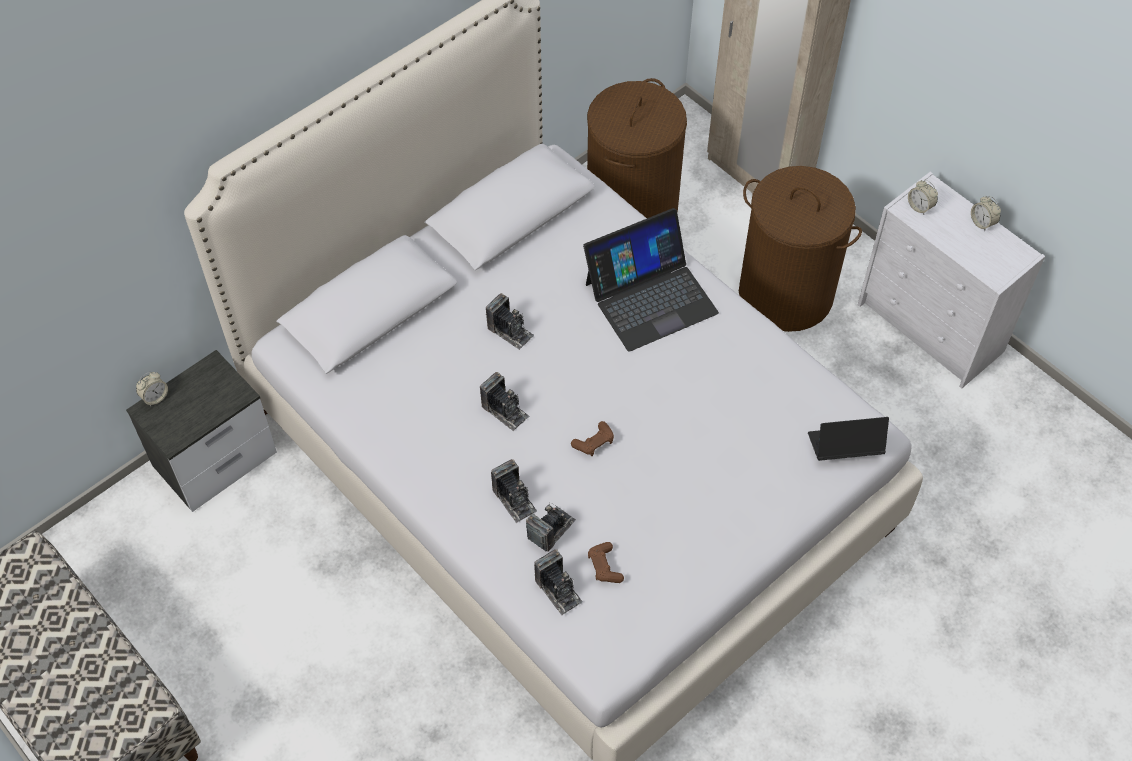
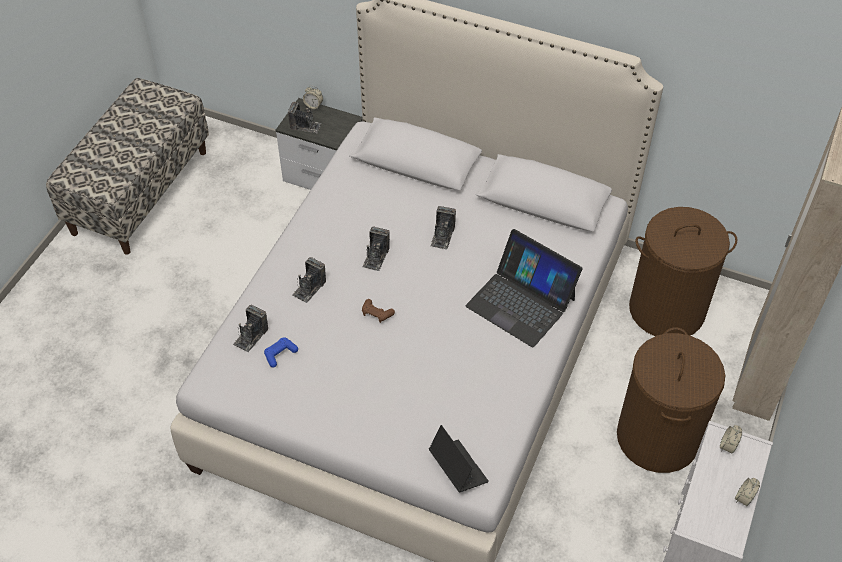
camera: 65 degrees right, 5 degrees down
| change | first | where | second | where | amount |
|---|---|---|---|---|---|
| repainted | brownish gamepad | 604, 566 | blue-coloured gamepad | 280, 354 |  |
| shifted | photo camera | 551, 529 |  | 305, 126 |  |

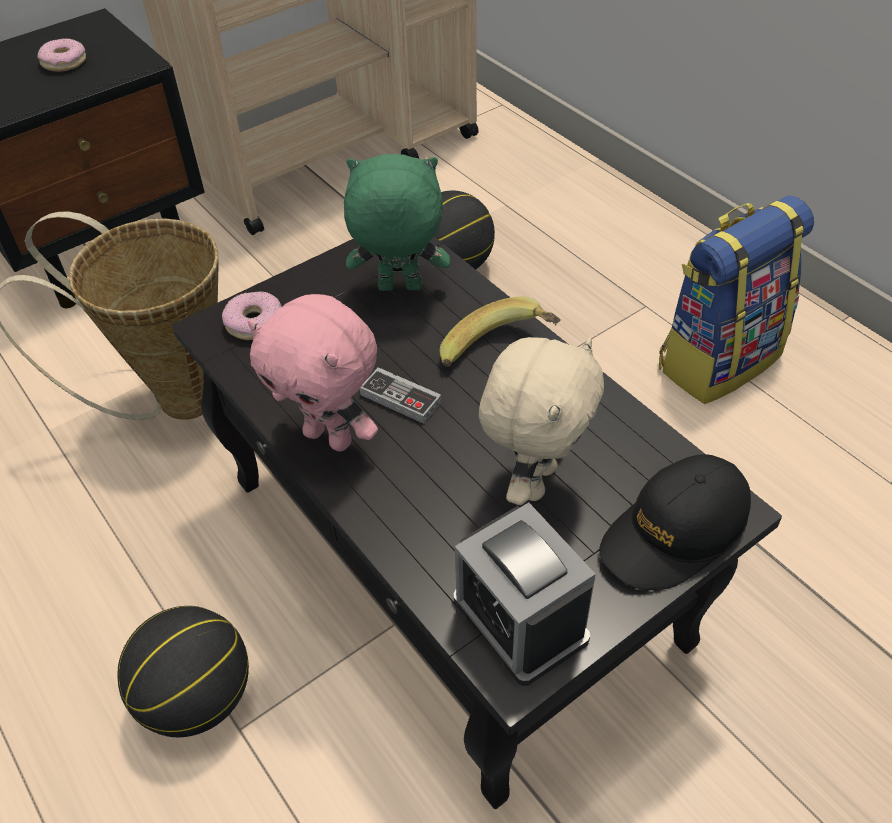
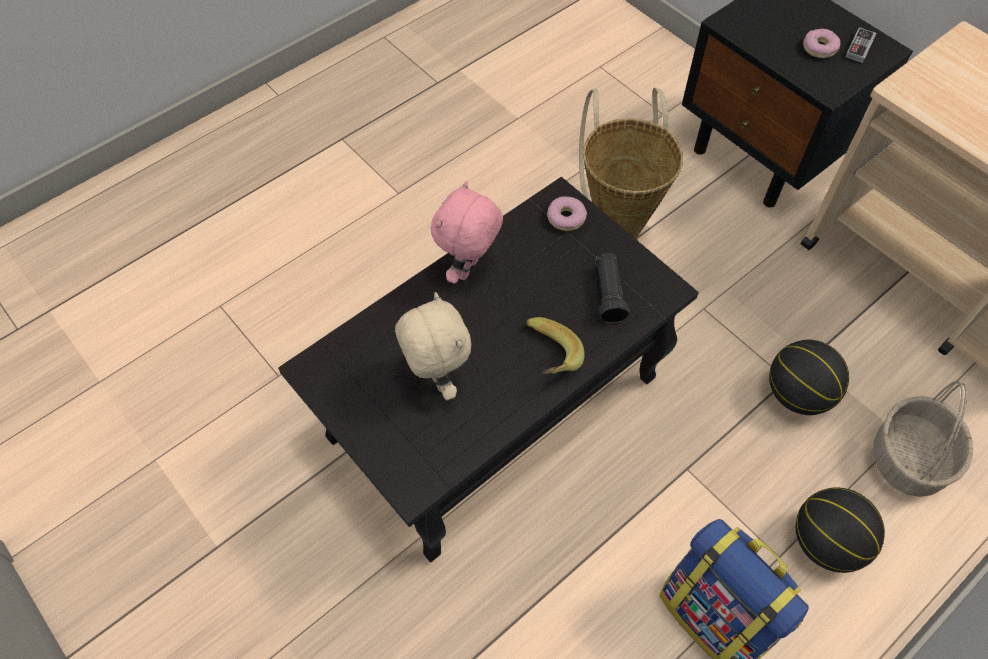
camera: 85 degrees right, 10 degrees up
| change | first | where | second | where | amount |
|---|---|---|---|---|---|
| rotated | beige-coloured cuddly toy | 534, 480 |  | 436, 379 | 135 degrees counterclockwise |
| swapped | green cuddly toy | 399, 289 | blackish hand torch | 608, 294 |  |
| shifted | basketball ball | 197, 697 |  | 826, 542 |  |
| shifted | gamepad | 400, 398 |  | 859, 47 |  |
| new |  |  | household basket | 909, 460 |  |
| gone | alarm clock | 520, 619 |  |  |  |
| gone | blackish peaked cap | 674, 533 |  |  |  |

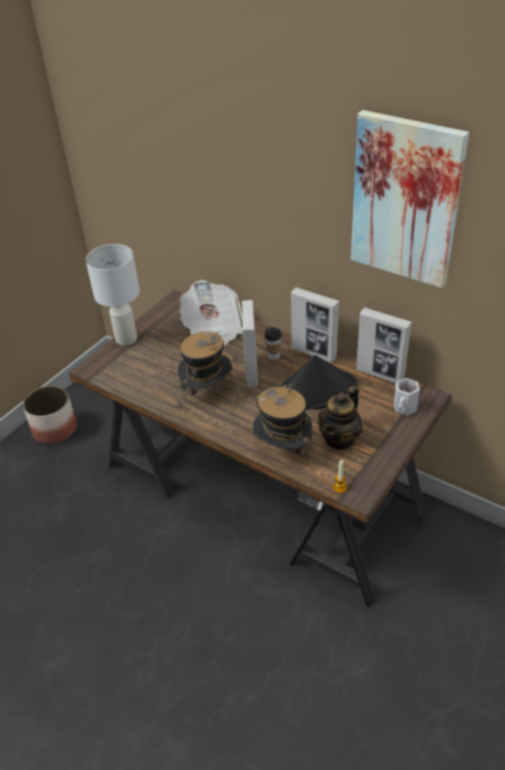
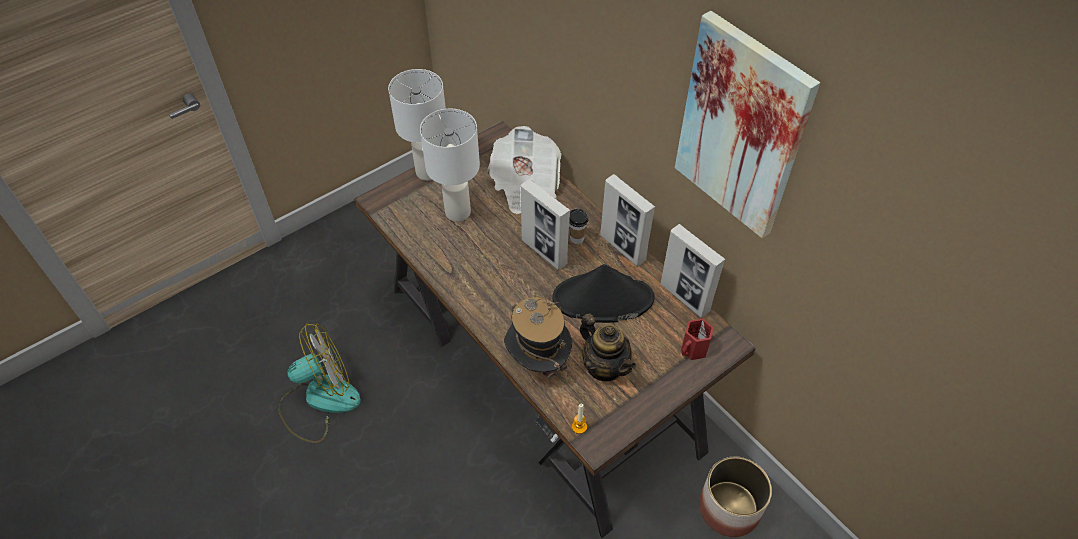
camera: 15 degrees right, 10 degrees up
| change | first | where | second | where | amount |
|---|---|---|---|---|---|
| new |  |  | electric fan | 319, 400 |  |
| new |  |  | white-coloured table lamp | 458, 211 |  |
| rotated | standing frame | 251, 371 |  | 544, 252 | 120 degrees clockwise |
| rotated | pot for tea | 340, 439 |  | 605, 366 | 90 degrees counterclockwise |
| repainted | white-coloured tea mug | 405, 408 | red-coloured tea mug | 694, 349 |  |
| shifted | planter | 55, 429 |  | 729, 508 |  |
| gone | wearable hat | 207, 391 |  |  |  |

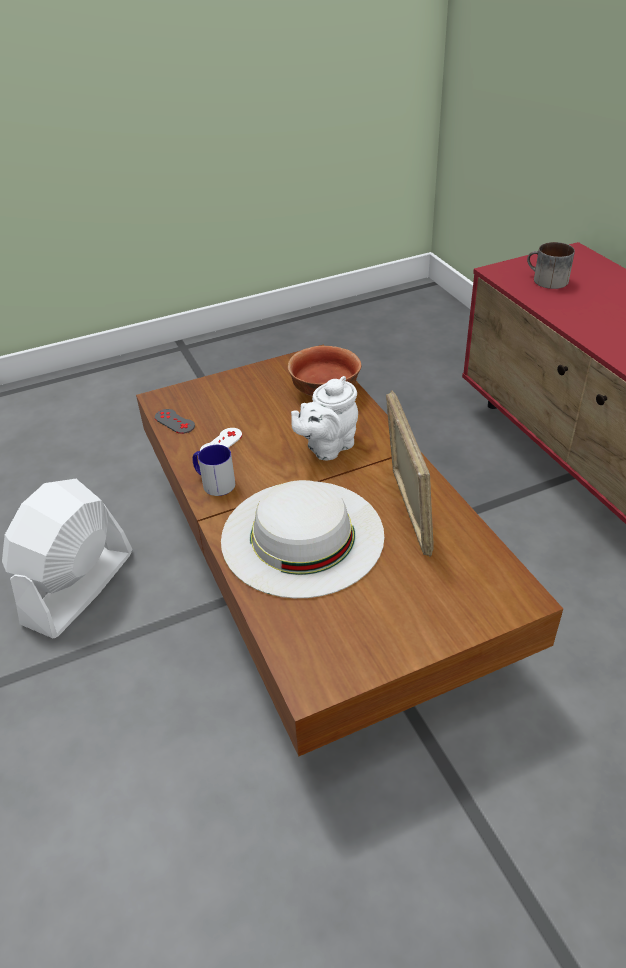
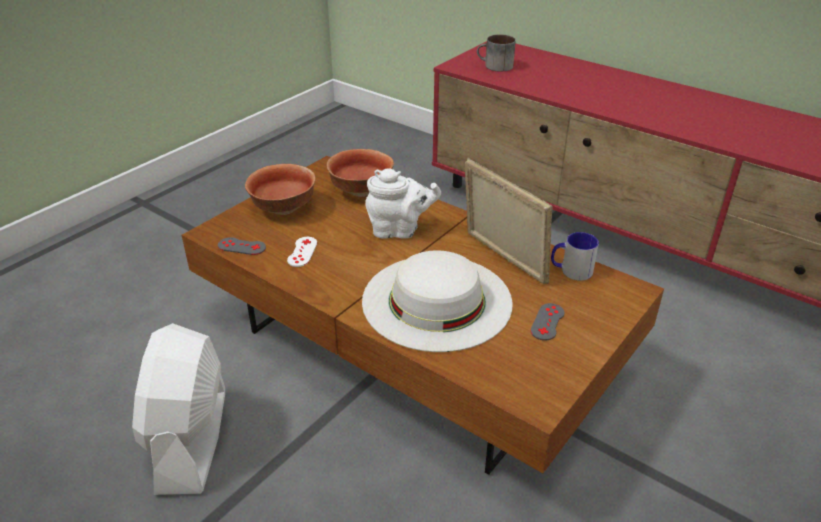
camera: 30 degrees left, 5 degrees down
| change | first | where | second | where | amount |
|---|---|---|---|---|---|
| new |  |  | serving bowl | 284, 209 |  |
| rotated | white-coloured pot for tea | 327, 447 |  | 399, 230 | 105 degrees counterclockwise |
| new |  |  | grey gamepad | 547, 322 |  |
| shifted | tea mug | 214, 483 |  | 571, 271 |  |

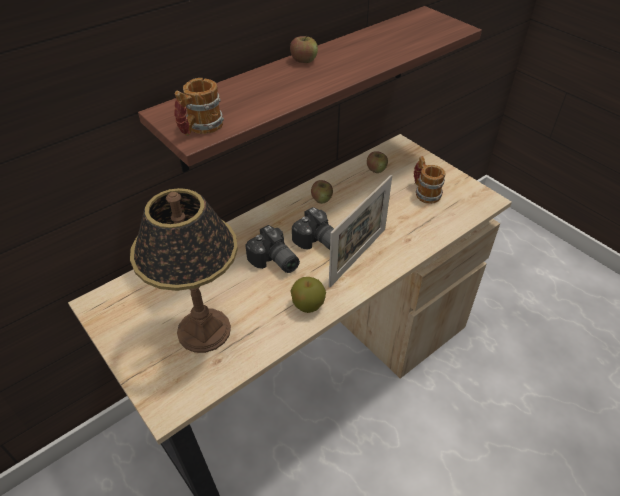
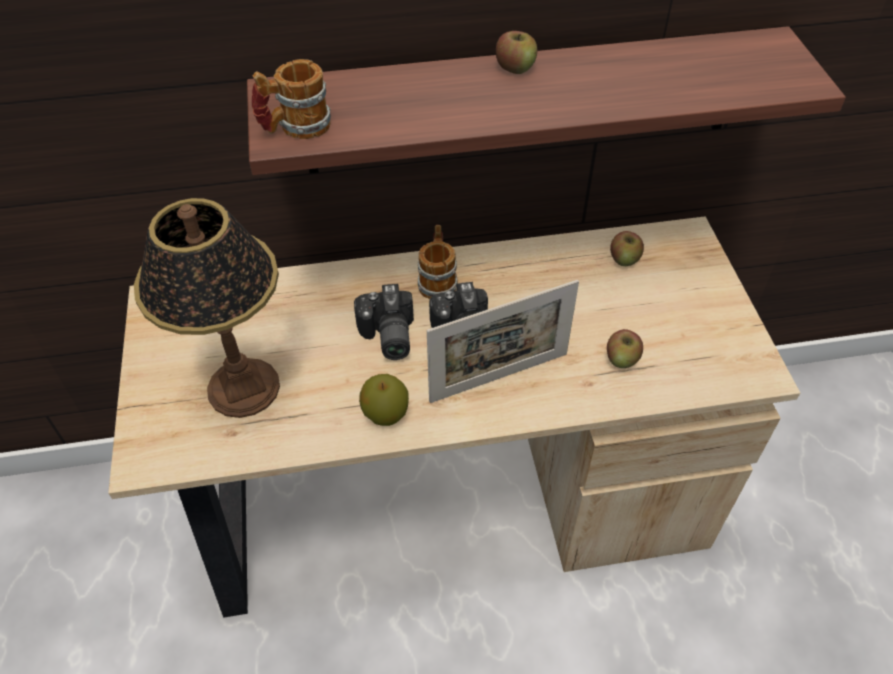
camera: 30 degrees right, 5 degrees up
| change | first | where | second | where | amount |
|---|---|---|---|---|---|
| shifted | tea mug | 424, 192 |  | 437, 280 |  |
| shifted | apple fruit | 321, 199 |  | 622, 359 |  |

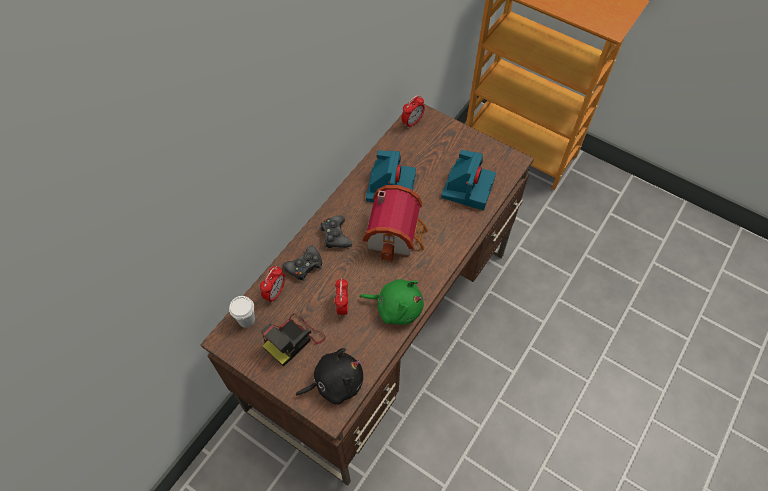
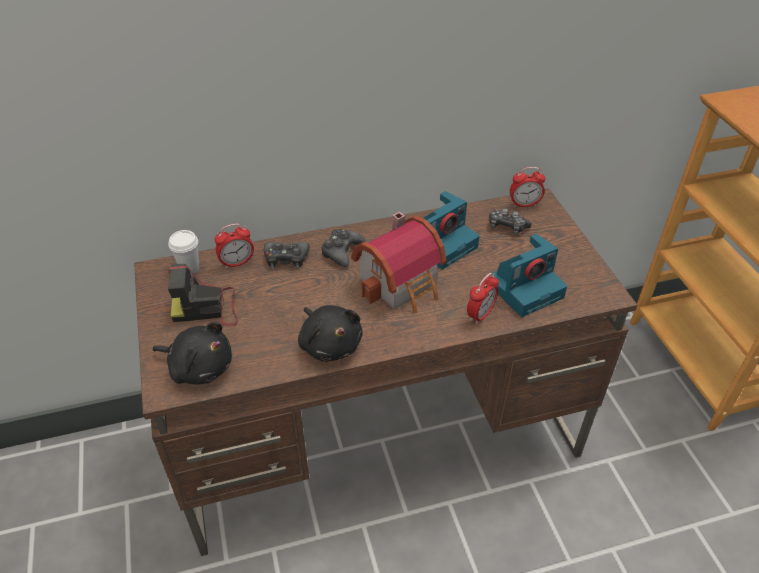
camera: 40 degrees right, 15 degrees down
| change | first | where | second | where | amount |
|---|---|---|---|---|---|
| repainted | green cuddly toy | 396, 307 | blackish cuddly toy | 330, 344 |  |
| shifted | alarm clock | 343, 306 |  | 480, 315 |  |
| new |  |  | gamepad | 507, 227 |  |

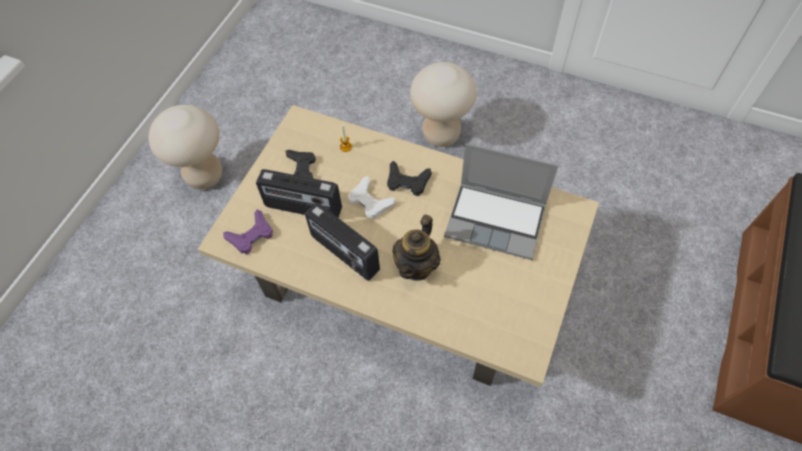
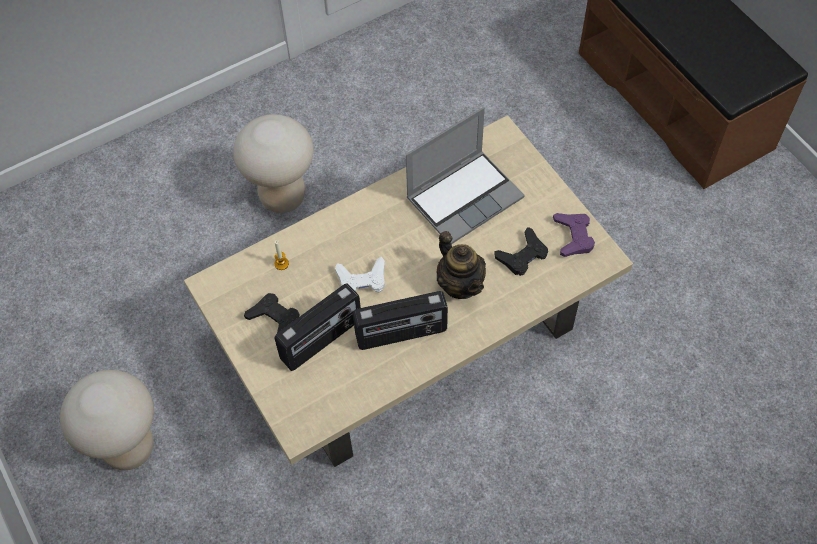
camera: 55 degrees left, 0 degrees up
| change | first | where | second | where | amount |
|---|---|---|---|---|---|
| shifted | blackish gamepad | 407, 181 |  | 522, 255 |  |
| shifted | purplish gamepad | 251, 235 |  | 573, 236 |  |

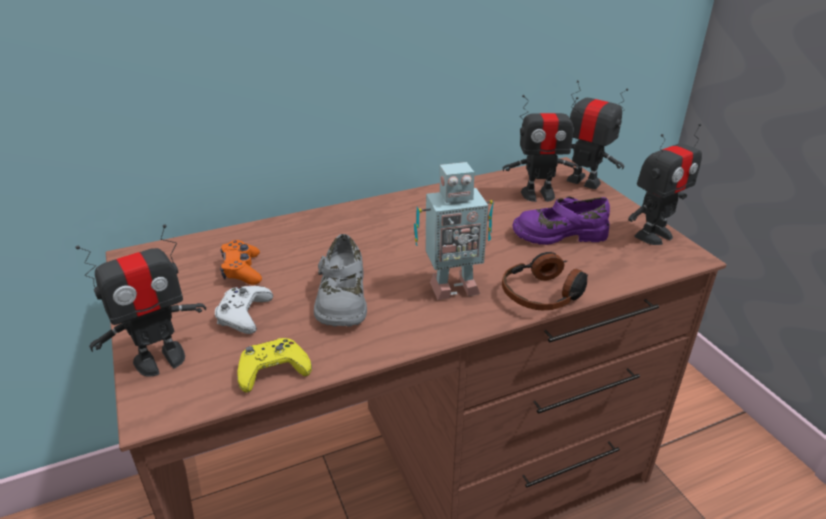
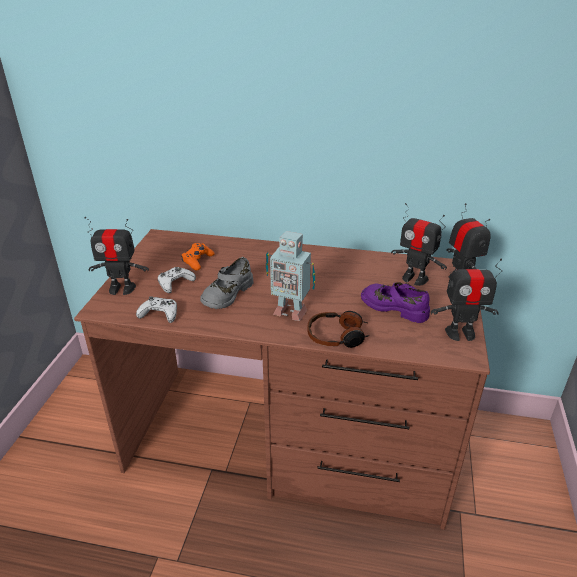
camera: 35 degrees right, 0 degrees up
| change | first | where | second | where | amount |
|---|---|---|---|---|---|
| repainted | yellowish gamepad | 273, 370 | white-coloured gamepad | 159, 314 |  |

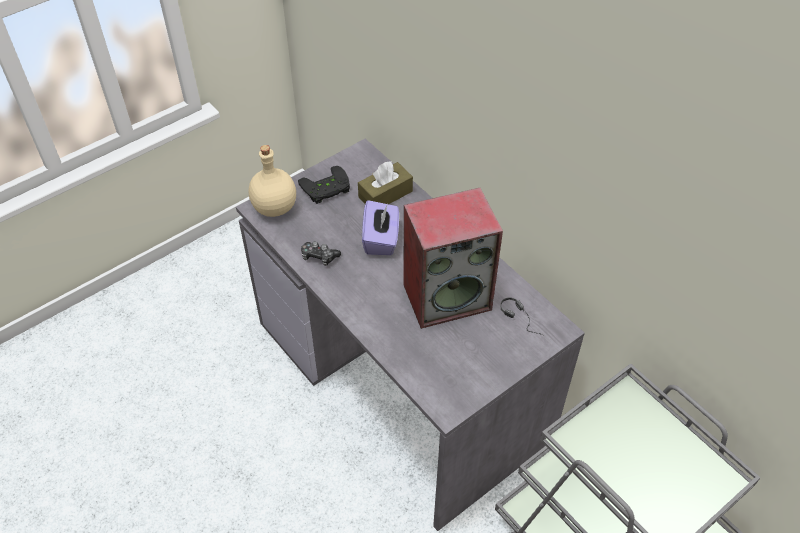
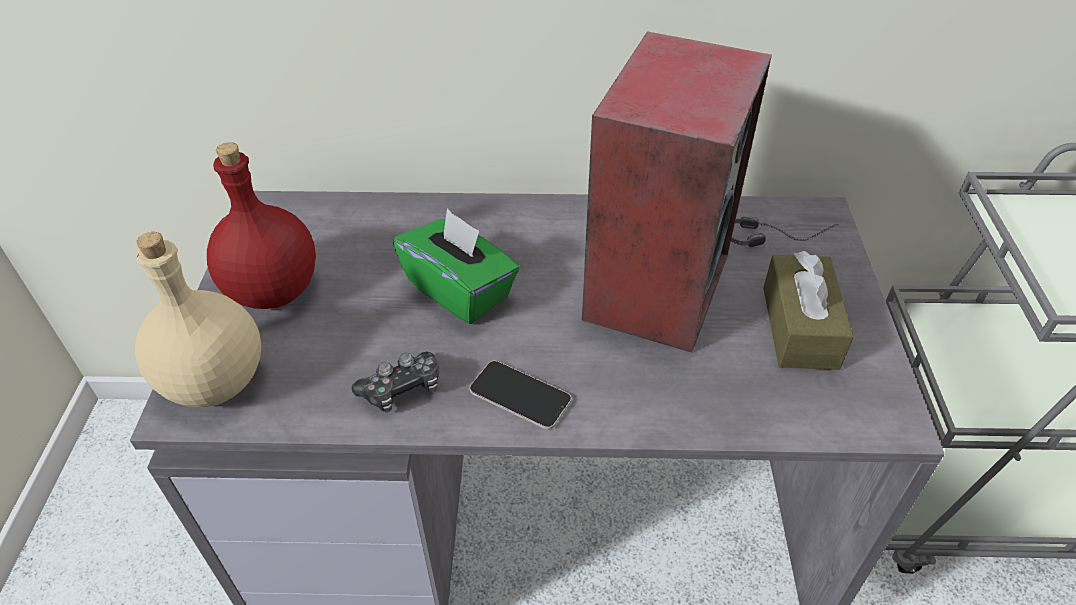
camera: 50 degrees left, 5 degrees down
| change | first | where | second | where | amount |
|---|---|---|---|---|---|
| swapped | blackish gamepad | 326, 189 | red-coloured bottle | 275, 291 |  |
| repainted | purplish box of tissues | 381, 239 | green box of tissues | 460, 290 |  |
| new |  |  | telephone | 520, 395 |  |
| shifted | brownish box of tissues | 385, 194 |  | 799, 327 |  |

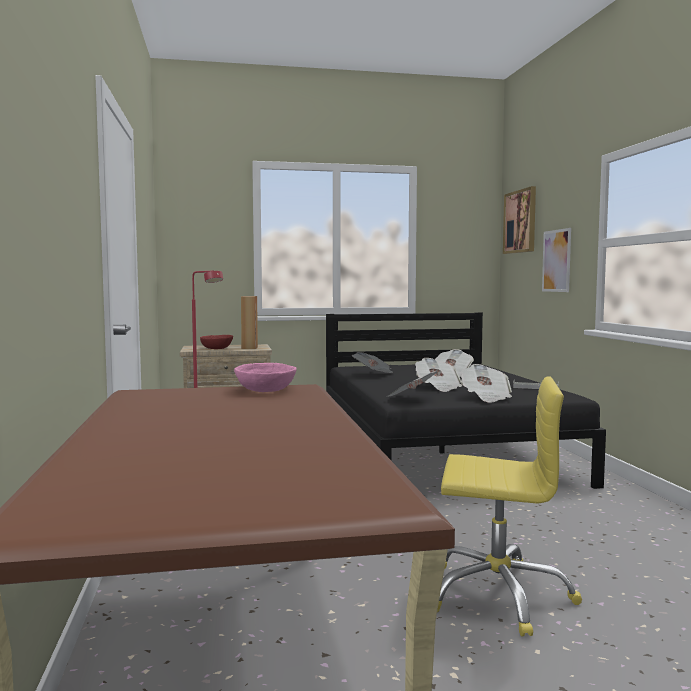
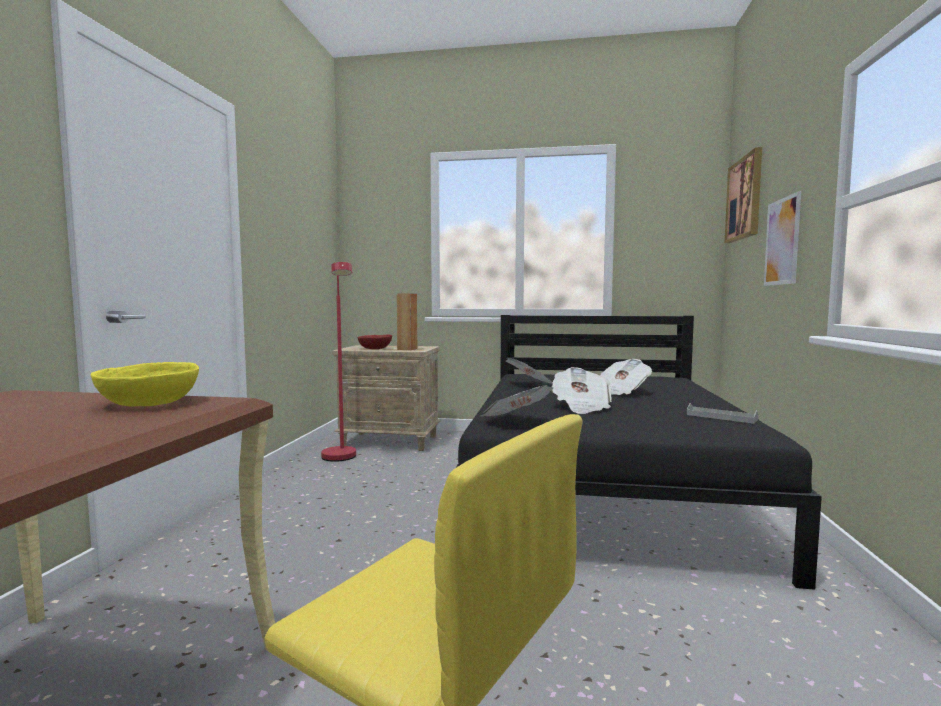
camera: 20 degrees right, 0 degrees up
| change | first | where | second | where | amount |
|---|---|---|---|---|---|
| repainted | pink serving bowl | 266, 390 | yellowish serving bowl | 150, 403 |  |
| gone | daily paper | 486, 397 |  |  |  |

